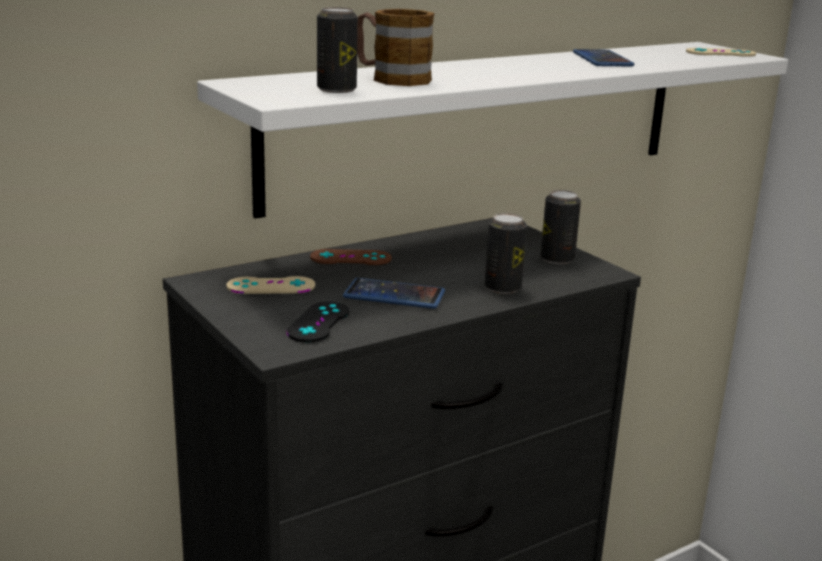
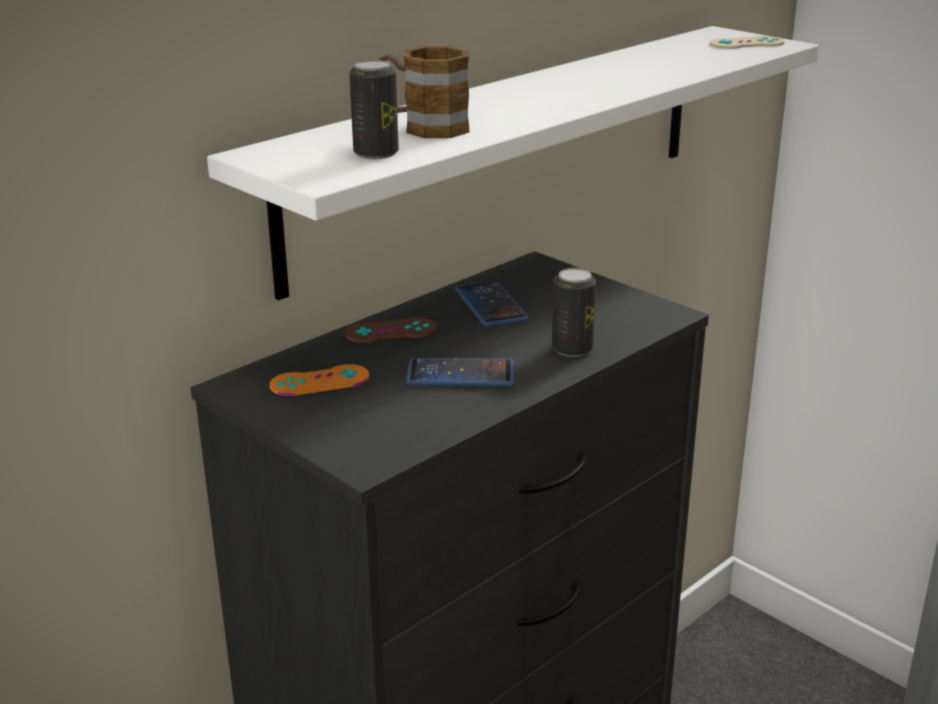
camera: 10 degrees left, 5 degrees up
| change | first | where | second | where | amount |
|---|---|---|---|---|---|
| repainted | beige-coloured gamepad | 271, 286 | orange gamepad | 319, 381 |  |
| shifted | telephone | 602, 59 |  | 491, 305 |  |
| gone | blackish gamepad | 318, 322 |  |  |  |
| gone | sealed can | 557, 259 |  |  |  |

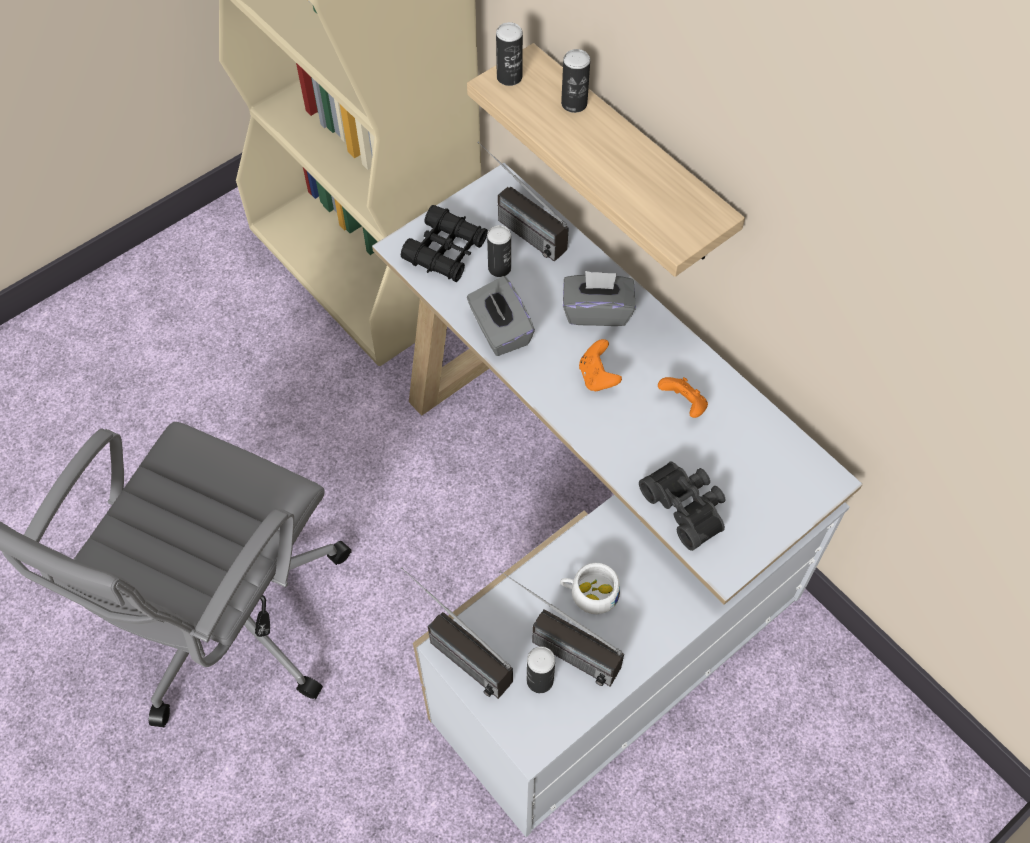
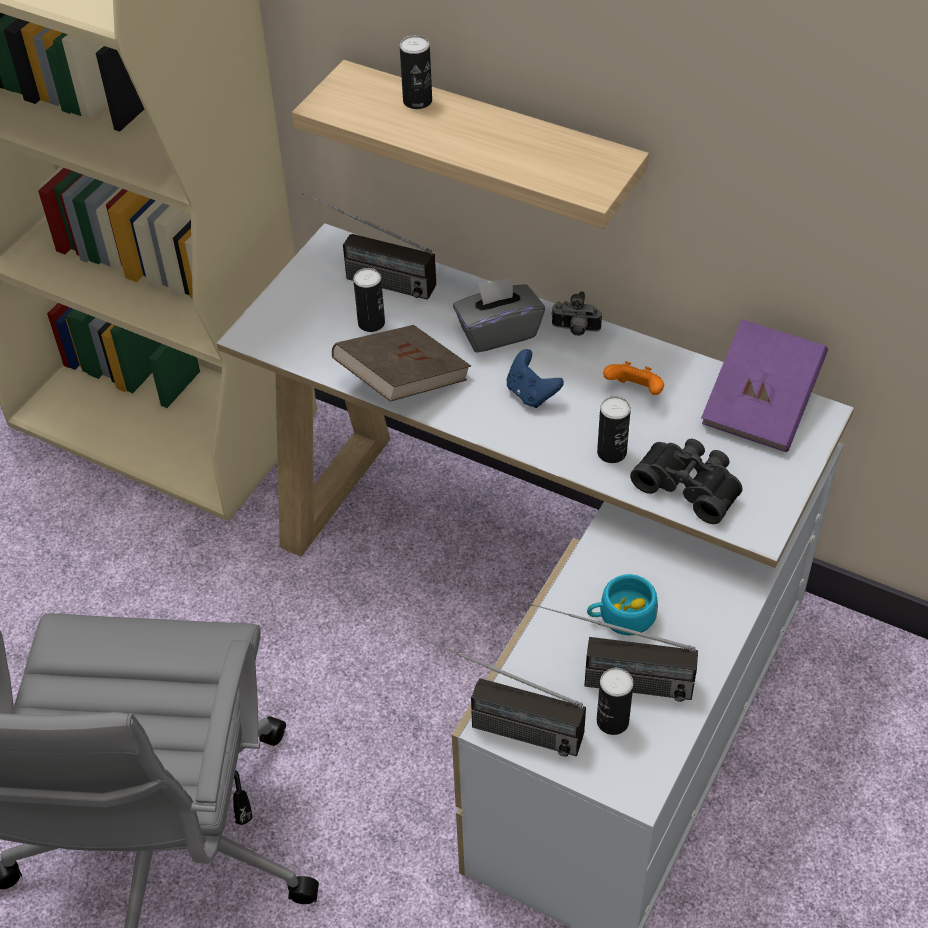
camera: 20 degrees left, 10 degrees down
| change | first | where | second | where | amount |
|---|---|---|---|---|---|
| swapped | grey box of tissues | 500, 331 | brownish bound book | 402, 382 |  |
| repainted | orange gamepad | 597, 377 | blue-coloured gamepad | 531, 393 |  |
| new |  |  | photo camera | 575, 330 |  |
| repainted | white-coloured small cup | 589, 593 | blue-green small cup | 621, 616 |  |
| shifted | sealed can | 509, 77 |  | 611, 452 |  |
| new |  |  | purplish bound book | 760, 406 |  |
| gone | blackish field glasses | 445, 251 |  |  |  |

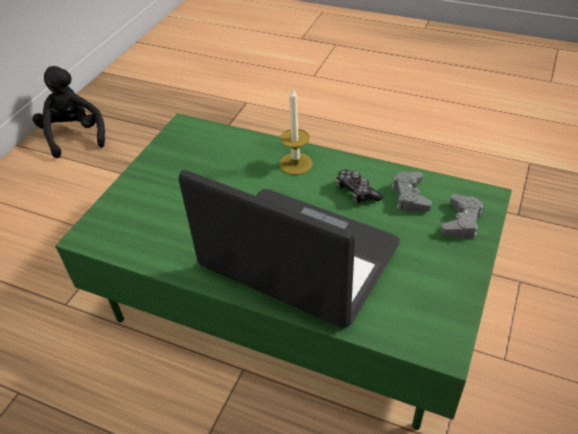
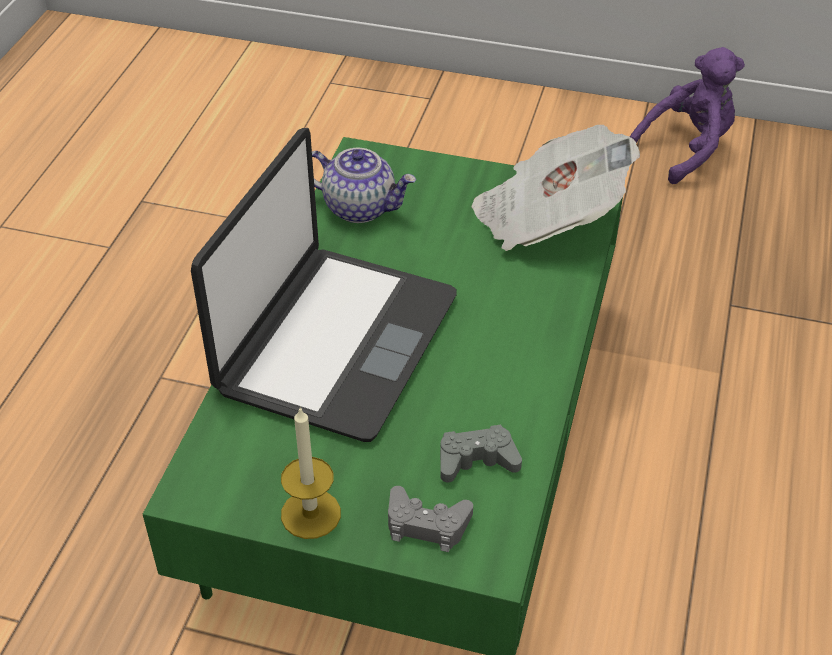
camera: 80 degrees right, 0 degrees up
| change | first | where | second | where | amount |
|---|---|---|---|---|---|
| shifted | candle | 295, 163 |  | 310, 514 |  |
| new |  |  | pot for tea | 360, 207 |  |
| new |  |  | daily paper | 548, 219 |  |
| repainted | blackish cuddly toy | 74, 136 | purplish cuddly toy | 687, 149 |  |
| gone | gamepad | 356, 192 |  |  |  |

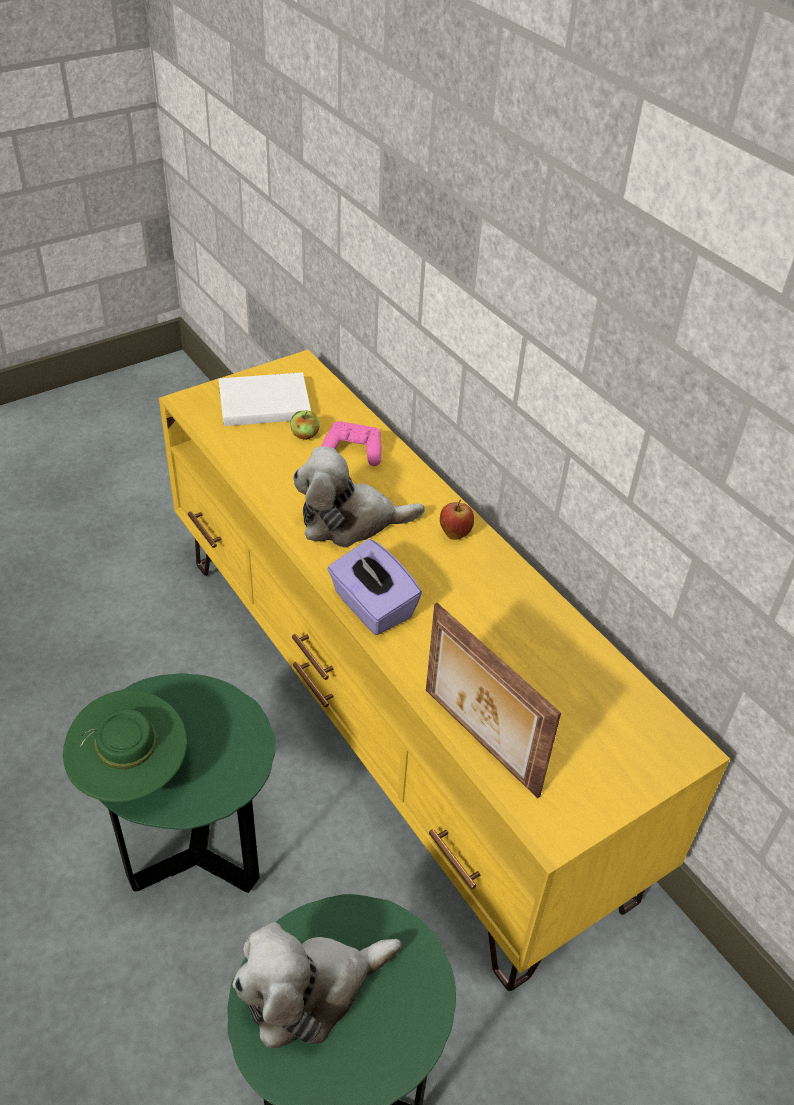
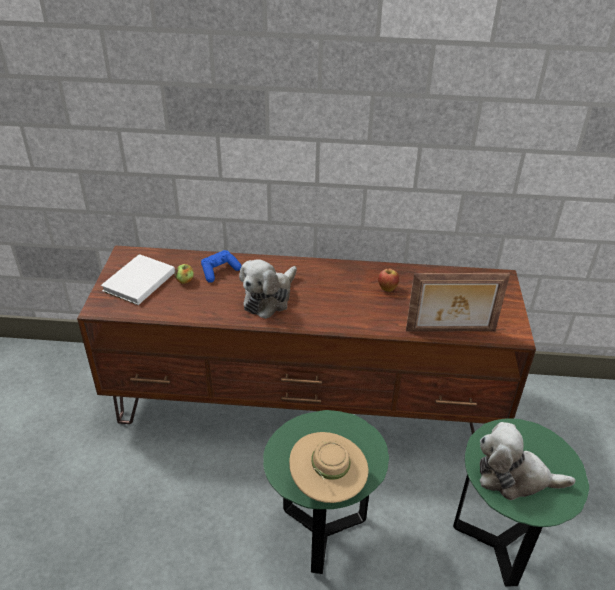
camera: 50 degrees left, 5 degrees down
| change | first | where | second | where | amount |
|---|---|---|---|---|---|
| repainted | yellowish media console | 390, 713 | brownish media console | 306, 401 |  |
| repainted | pink gamepad | 353, 452 | blue-coloured gamepad | 219, 271 |  |
| repainted | green wearable hat | 131, 773 | beige-coloured wearable hat | 328, 484 |  |
| shifted | apple fruit | 455, 534 |  | 387, 289 |  |
| rotated | cuddly toy | 310, 991 |  | 514, 477 | 90 degrees clockwise |
| gone | purplish box of tissues | 372, 607 |  |  |  |

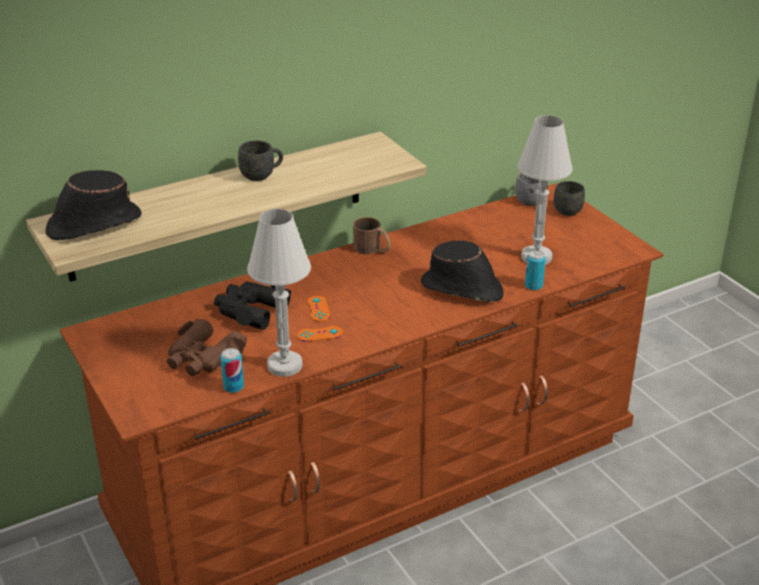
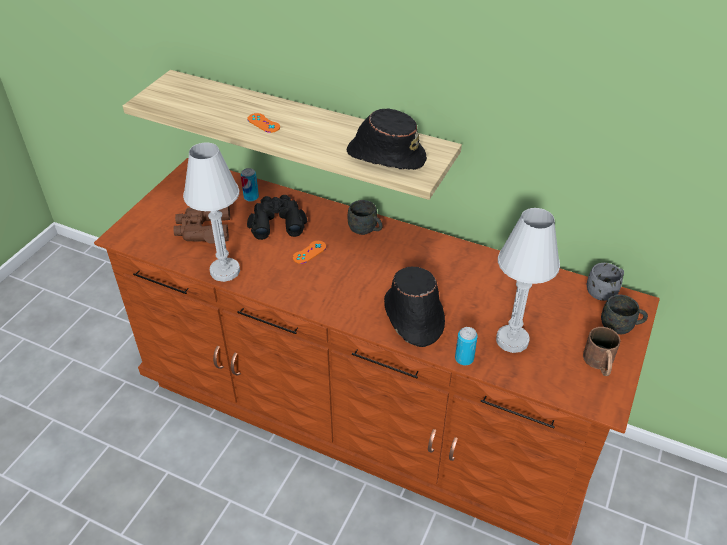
camera: 55 degrees right, 10 degrees up
| change | first | where | second | where | amount |
|---|---|---|---|---|---|
| shifted | sealed can | 233, 387 |  | 251, 197 |  |
| shifted | orange gamepad | 319, 334 |  | 263, 123 |  |
| shifted | blackish wearable hat | 93, 224 |  | 385, 155 |  |
| shifted | grey tea mug | 262, 175 |  | 366, 230 |  |
| shifted | brownish tea mug | 372, 249 |  | 599, 363 |  |

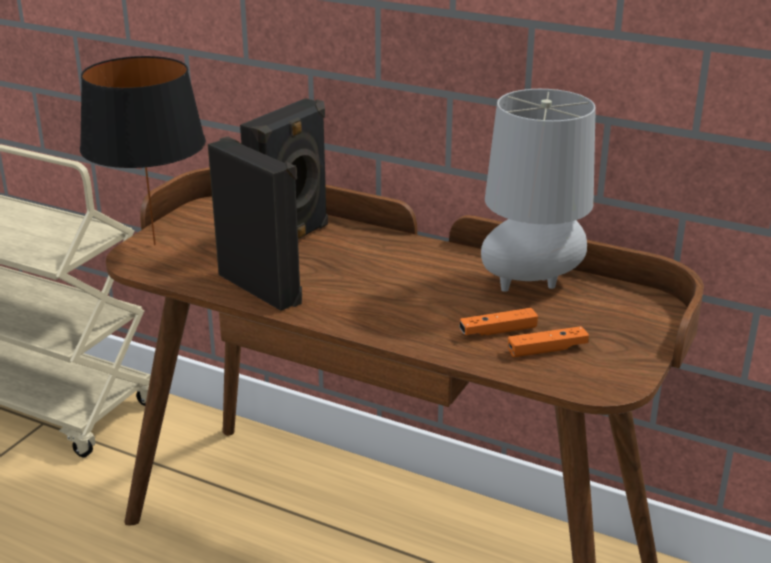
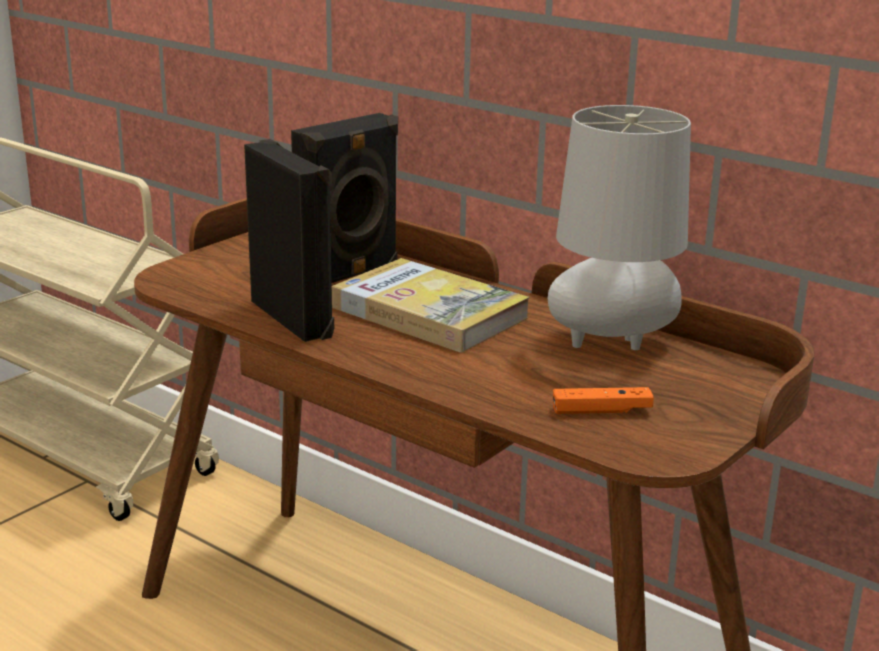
camera: 10 degrees right, 5 degrees down
| change | first | where | second | where | amount |
|---|---|---|---|---|---|
| new |  |  | bound book | 429, 312 |  |
| gone | blackish table lamp | 156, 245 |  |  |  |
| gone | orange gamepad | 498, 331 |  |  |  |

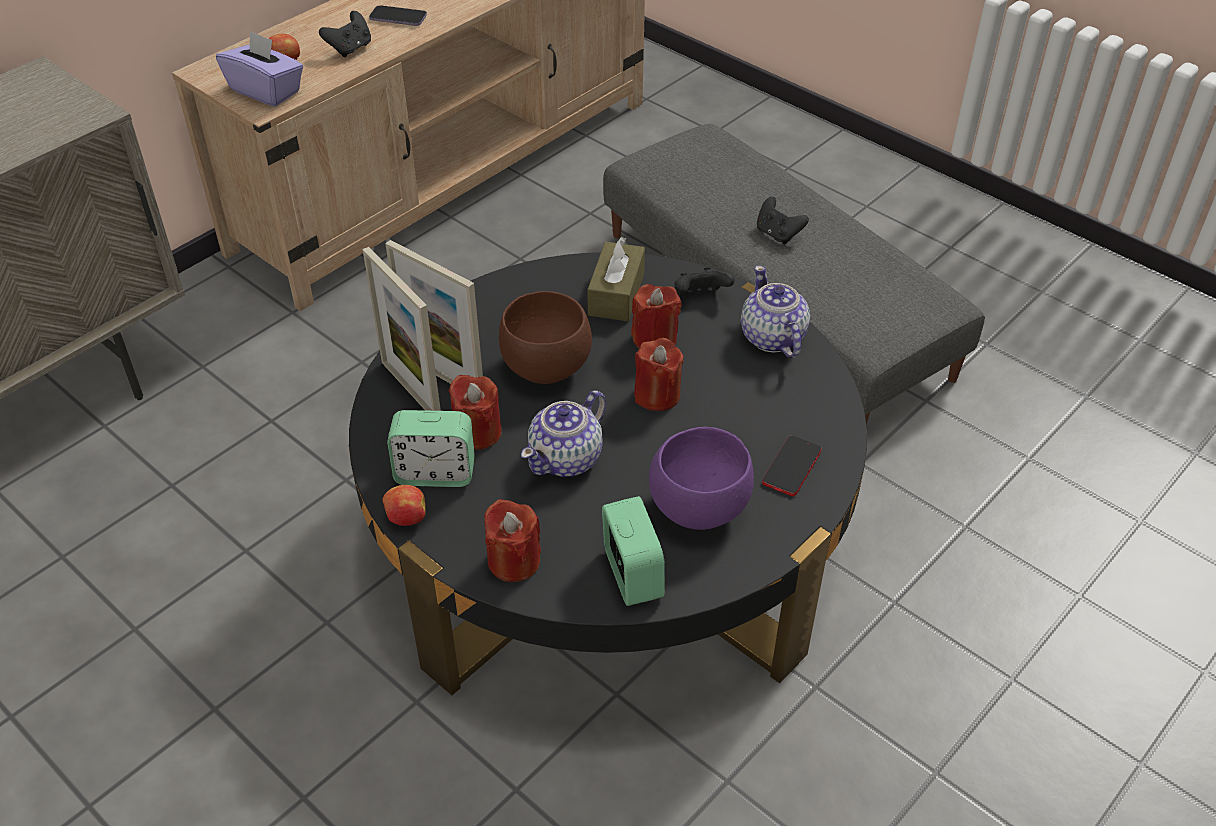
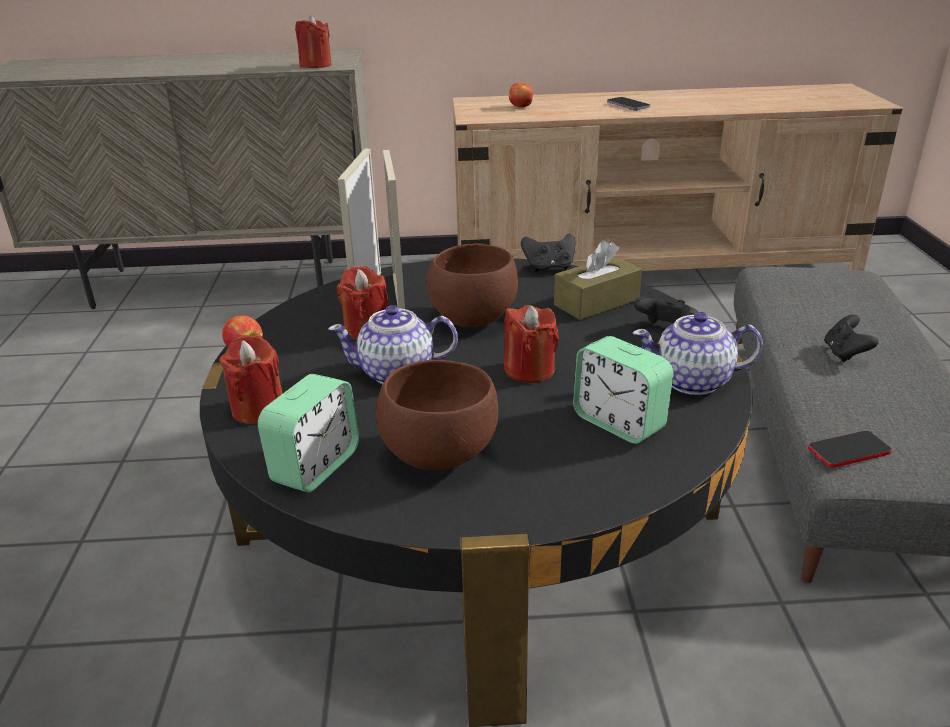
camera: 45 degrees right, 15 degrees down
| change | first | where | second | where | amount |
|---|---|---|---|---|---|
| shifted | red-coloured candle | 655, 339 |  | 315, 65 |  |
| repainted | purplish serving bowl | 696, 507 | brownish serving bowl | 439, 454 |  |
| shifted | blackish gamepad | 350, 49 |  | 549, 267 |  |
| shifted | alarm clock | 435, 473 |  | 619, 422 |  |
| rotated | pot for tea | 772, 338 |  | 693, 381 | 120 degrees counterclockwise |
| shifted | telephone | 792, 467 |  | 849, 451 |  |
| gone | purplish box of tissues | 266, 91 |  |  |  |

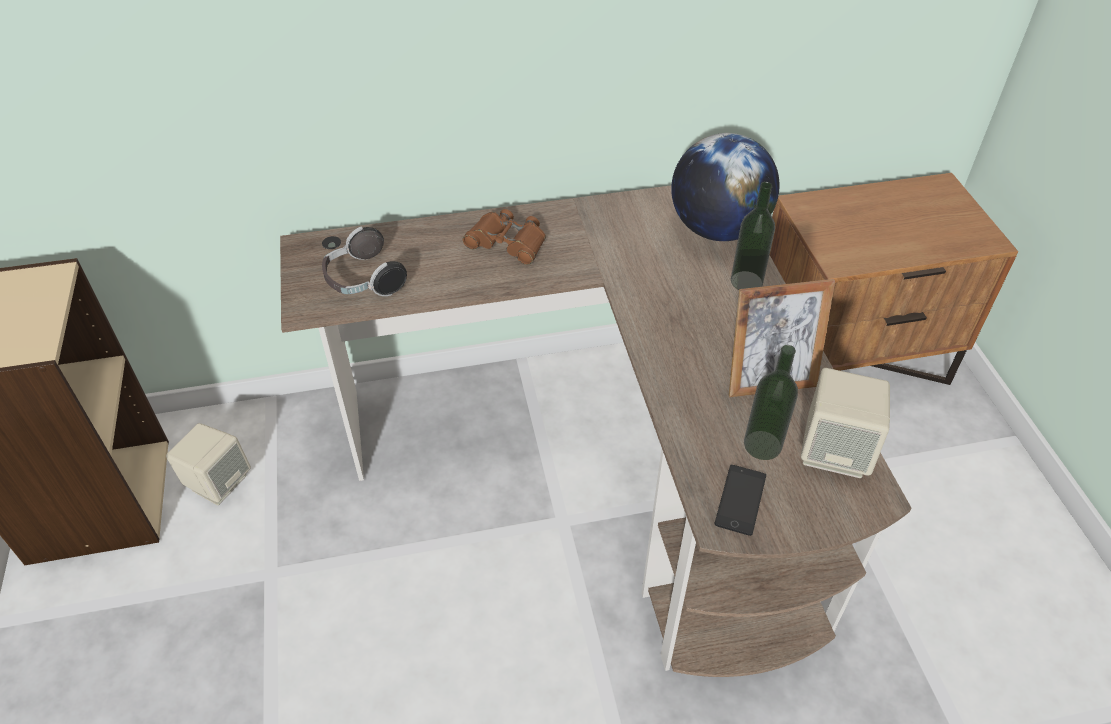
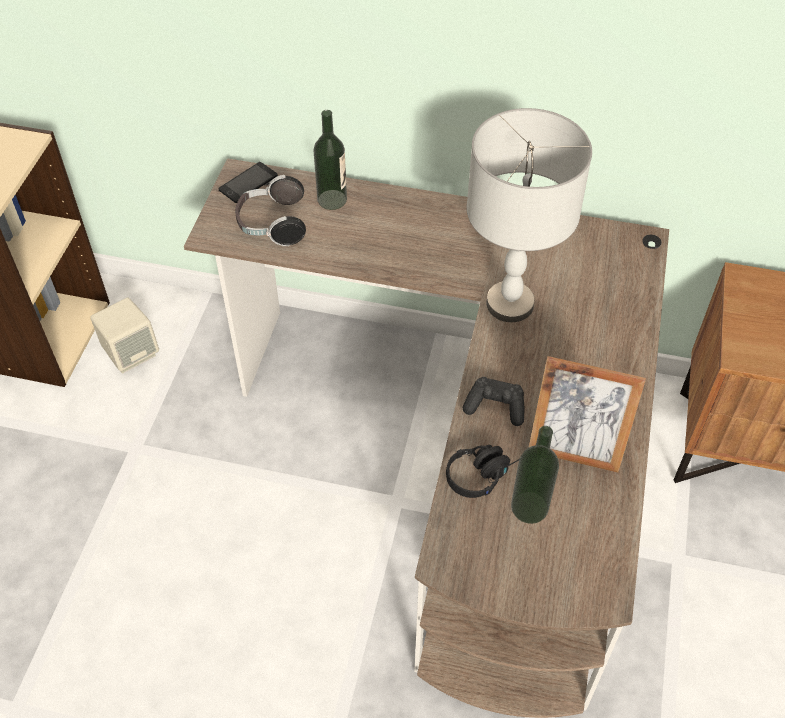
camera: 25 degrees right, 5 degrees up
| change | first | where | second | where | amount |
|---|---|---|---|---|---|
| shifted | telephone | 740, 500 |  | 248, 183 |  |
| shifted | bottle | 746, 281 |  | 332, 199 |  |
| new |  |  | blackish headphones | 484, 473 |  |
| new |  |  | blackish gamepad | 495, 407 |  |
| new |  |  | grey table lamp | 509, 303 |  |
| gone | brownish field glasses | 507, 242 |  |  |  |
| gone | world globe | 717, 229 |  |  |  |
| gone | beige-coloured audio speaker | 835, 451 |  |  |  |

